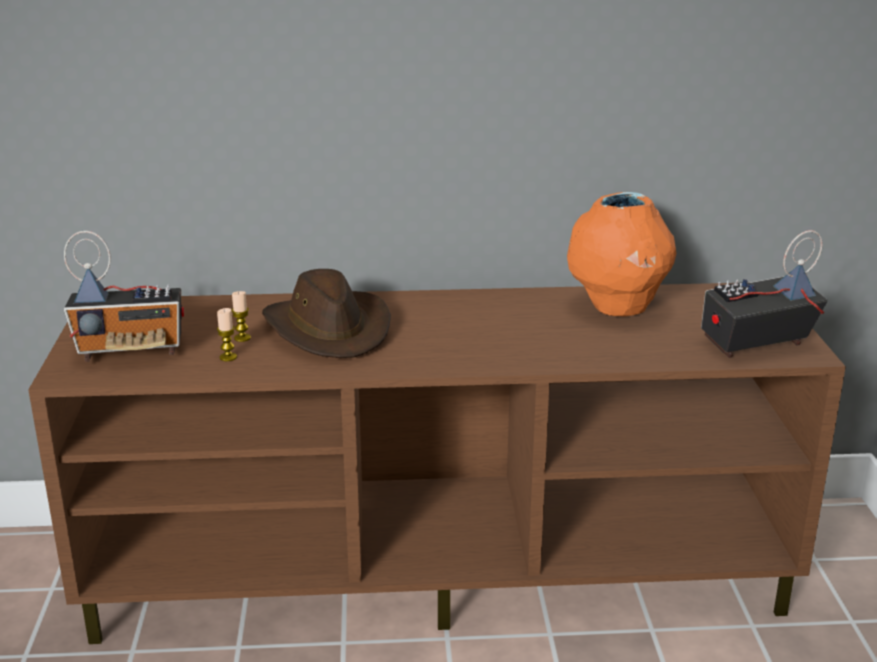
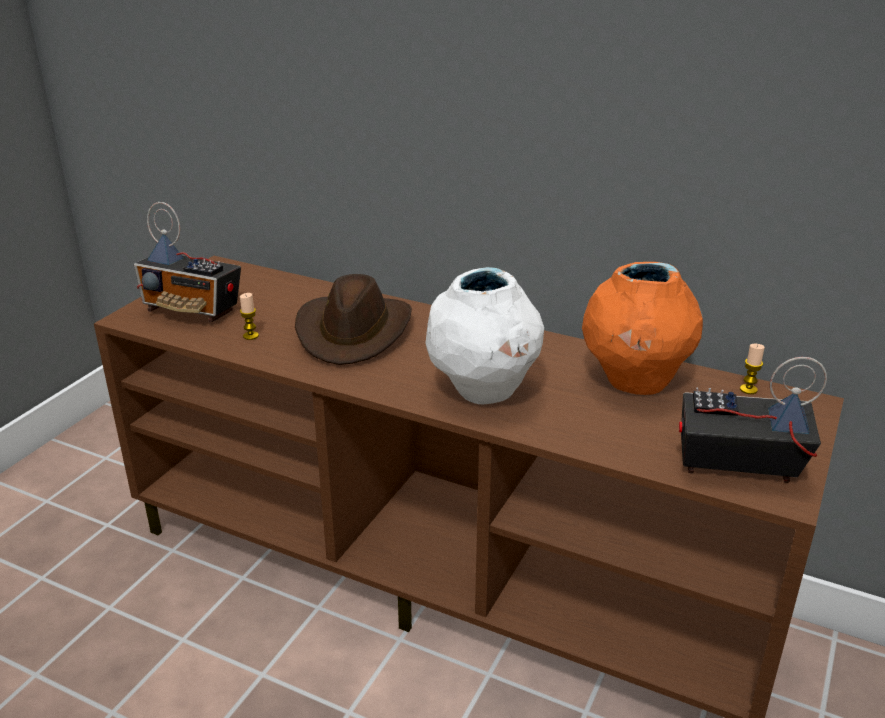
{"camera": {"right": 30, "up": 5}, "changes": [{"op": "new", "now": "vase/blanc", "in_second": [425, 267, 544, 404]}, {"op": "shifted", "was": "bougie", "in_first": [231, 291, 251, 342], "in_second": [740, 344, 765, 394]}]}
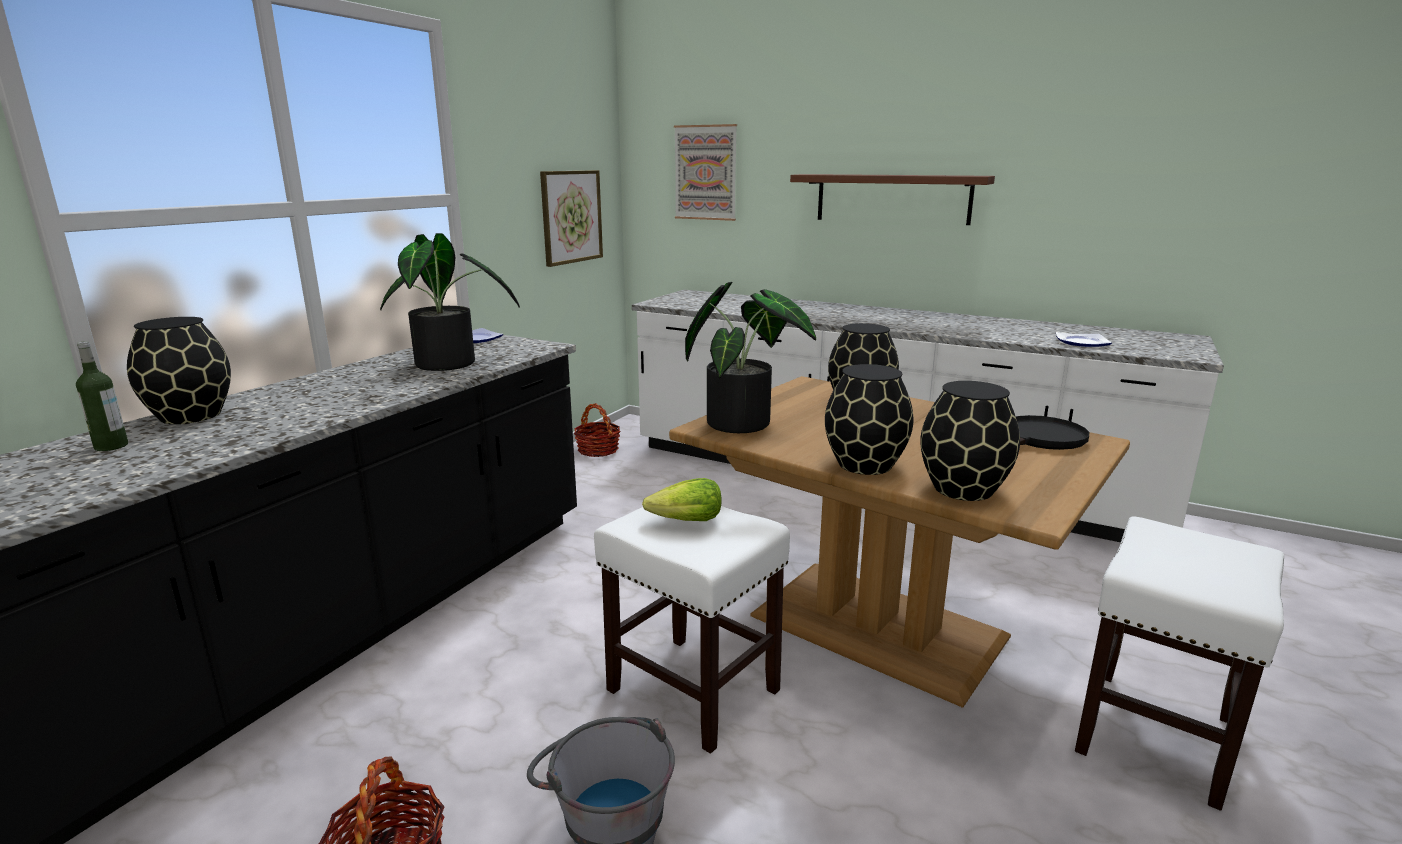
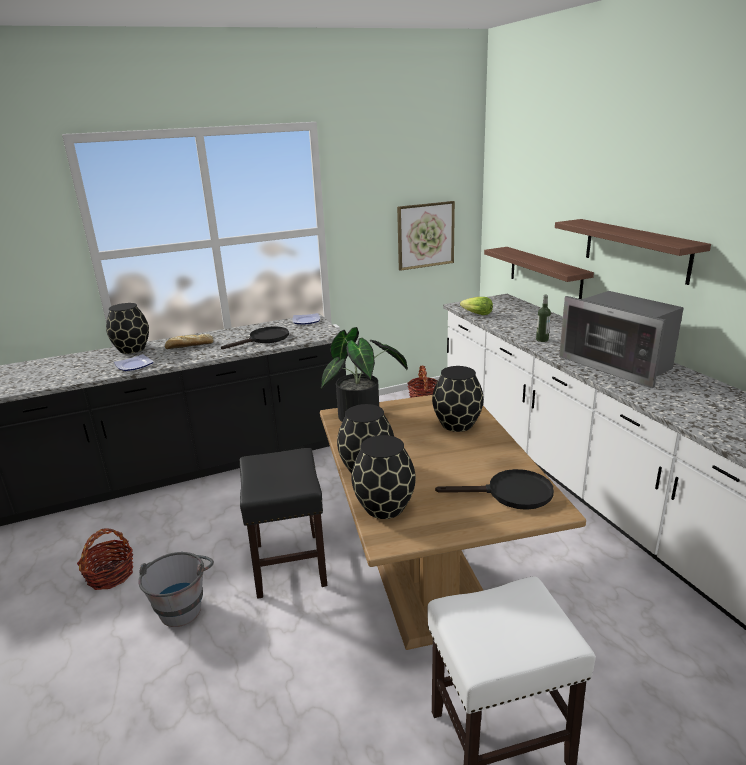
{"camera": {"right": 40, "up": 5}, "changes": [{"op": "shifted", "was": "assiette", "in_first": [1056, 332, 1112, 347], "in_second": [114, 354, 153, 371]}, {"op": "new", "now": "pain", "in_second": [165, 334, 214, 349]}, {"op": "swapped", "was": "plante en pot", "now": "poêle/noir", "in_first": [380, 233, 520, 371], "in_second": [221, 327, 289, 349]}, {"op": "repainted", "was": "tabouret/blanc", "now": "tabouret/noir", "in_first": [594, 506, 790, 754], "in_second": [240, 448, 327, 599]}, {"op": "shifted", "was": "laitue", "in_first": [642, 478, 722, 521], "in_second": [460, 297, 493, 315]}, {"op": "new", "now": "étagère", "in_second": [484, 247, 594, 299]}, {"op": "shifted", "was": "bouteille", "in_first": [76, 341, 128, 451], "in_second": [536, 295, 551, 342]}, {"op": "new", "now": "micro-ondes", "in_second": [559, 291, 684, 388]}, {"op": "gone", "was": "tableau", "in_first": [674, 124, 737, 221]}]}
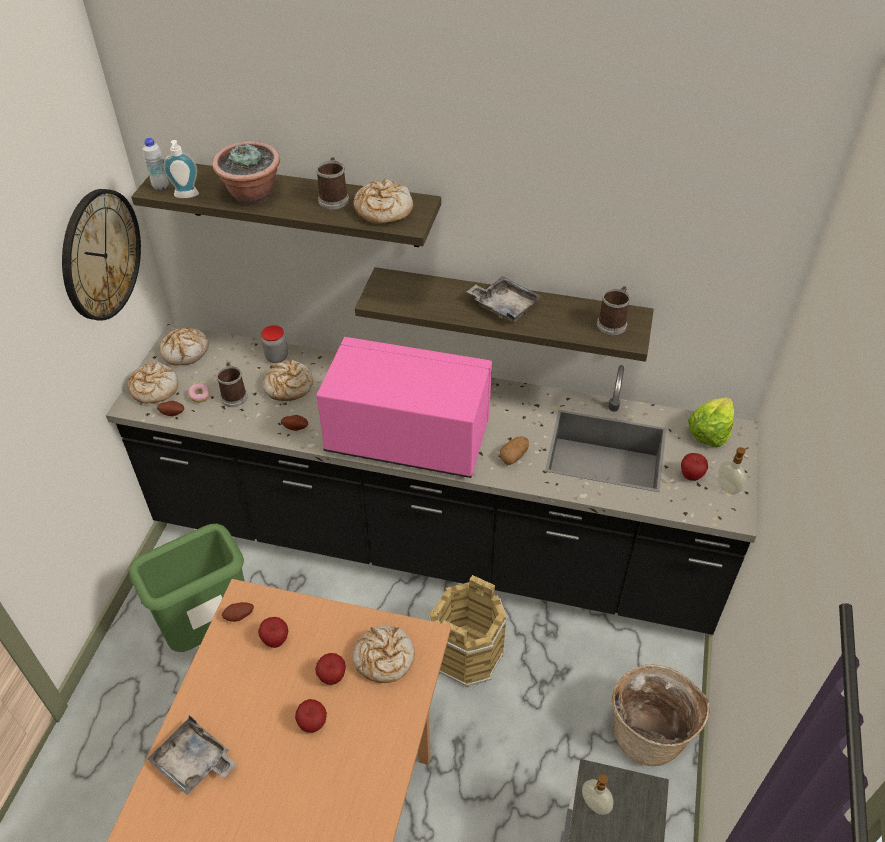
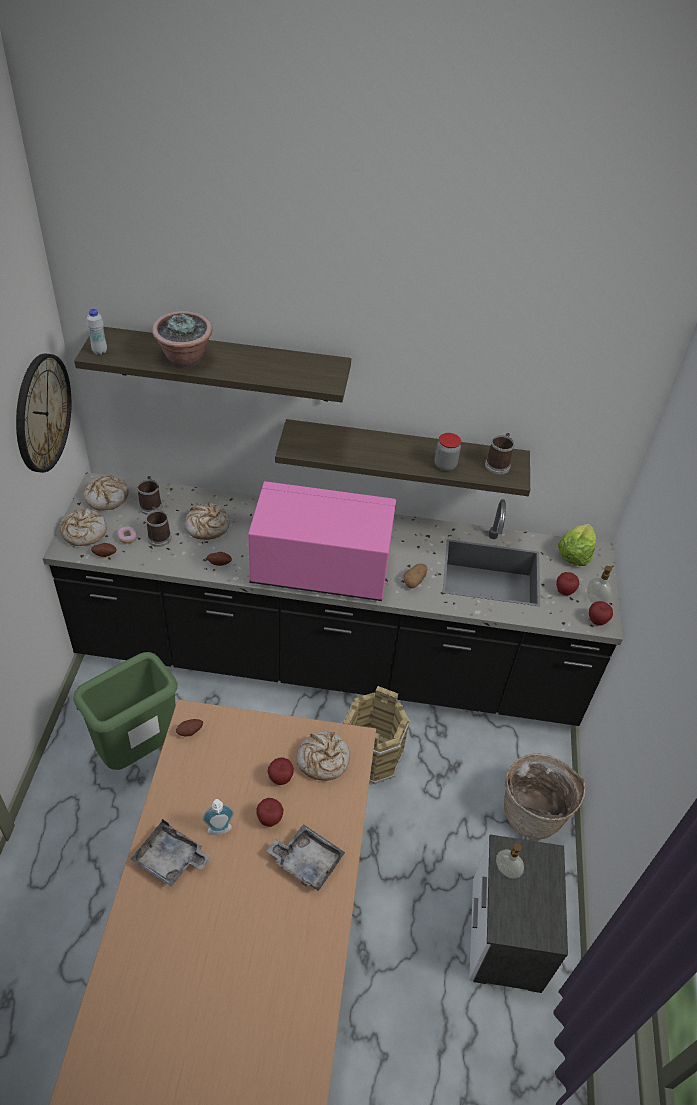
{"camera": {"right": -10, "up": 0}, "changes": [{"op": "shifted", "was": "mug", "in_first": [316, 157, 349, 209], "in_second": [137, 476, 163, 515]}, {"op": "shifted", "was": "distributeur de savon", "in_first": [163, 140, 199, 198], "in_second": [202, 799, 234, 835]}, {"op": "shifted", "was": "plateau/gris", "in_first": [467, 276, 542, 323], "in_second": [267, 824, 345, 891]}, {"op": "shifted", "was": "bocal", "in_first": [261, 325, 288, 363], "in_second": [435, 433, 461, 471]}, {"op": "shifted", "was": "pomme", "in_first": [258, 617, 288, 648], "in_second": [589, 601, 613, 626]}, {"op": "gone", "was": "pain", "in_first": [353, 178, 413, 224]}]}
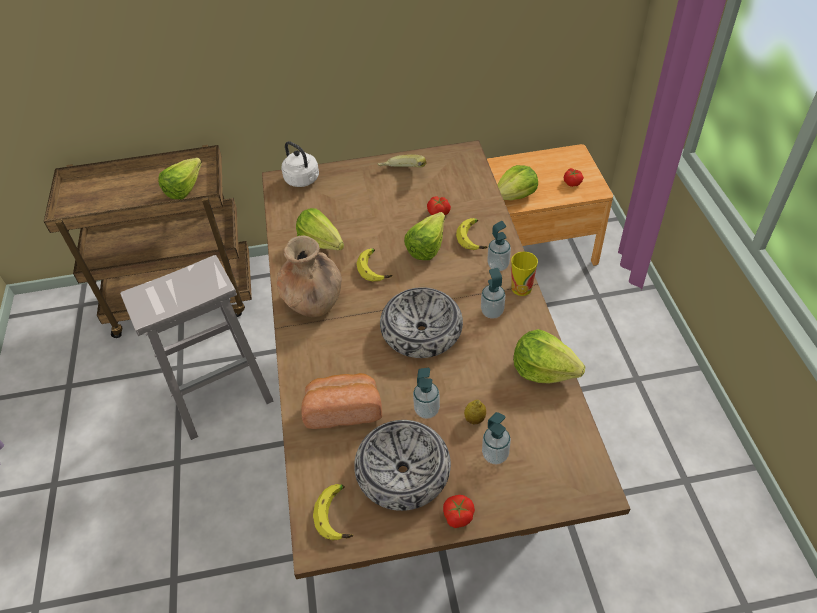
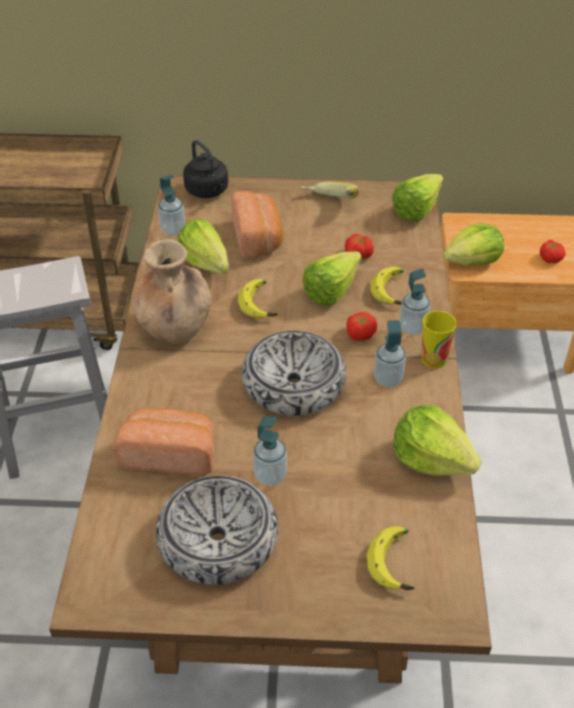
{"camera": {"right": 10, "up": -5}, "changes": [{"op": "shifted", "was": "distributeur de savon", "in_first": [482, 412, 511, 465], "in_second": [158, 175, 185, 235]}, {"op": "repainted", "was": "bouilloire/blanc", "now": "bouilloire/noir", "in_first": [282, 141, 319, 187], "in_second": [183, 140, 228, 198]}, {"op": "new", "now": "pain", "in_second": [231, 191, 283, 259]}, {"op": "shifted", "was": "tomate", "in_first": [443, 495, 475, 528], "in_second": [346, 312, 377, 341]}, {"op": "shifted", "was": "banane", "in_first": [313, 484, 353, 540], "in_second": [367, 526, 415, 590]}, {"op": "shifted", "was": "laitue", "in_first": [158, 158, 202, 199], "in_second": [392, 174, 443, 222]}, {"op": "gone", "was": "citron", "in_first": [464, 400, 486, 425]}]}
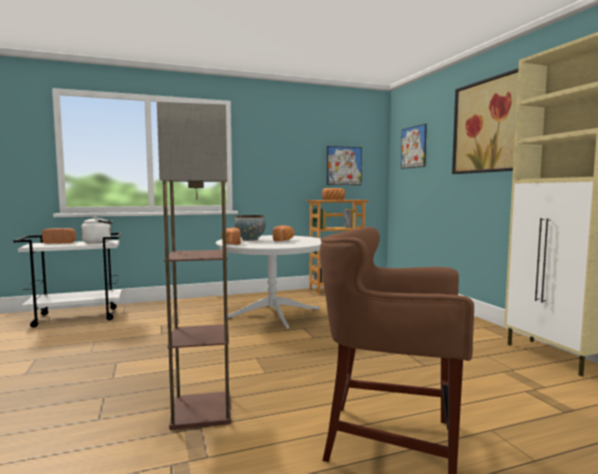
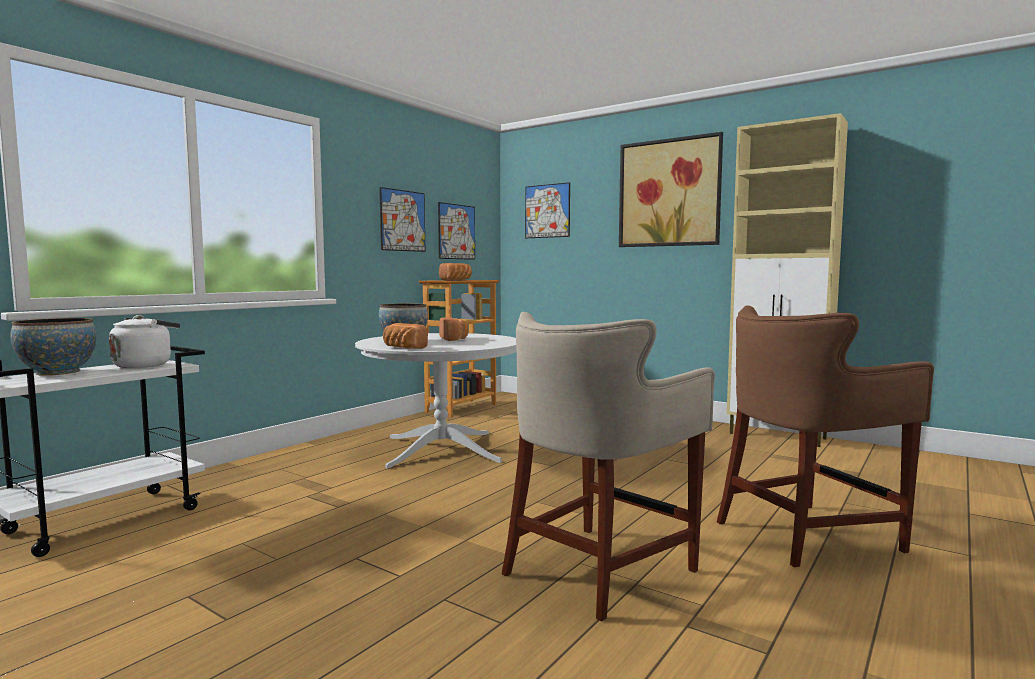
{"camera": {"right": -35, "up": 0}, "changes": [{"op": "swapped", "was": "pain", "now": "bol", "in_first": [42, 228, 76, 244], "in_second": [10, 318, 96, 376]}, {"op": "new", "now": "tableau", "in_second": [379, 187, 425, 252]}, {"op": "swapped", "was": "lampadaire", "now": "tabouret/beige", "in_first": [157, 102, 231, 430], "in_second": [502, 312, 715, 621]}]}
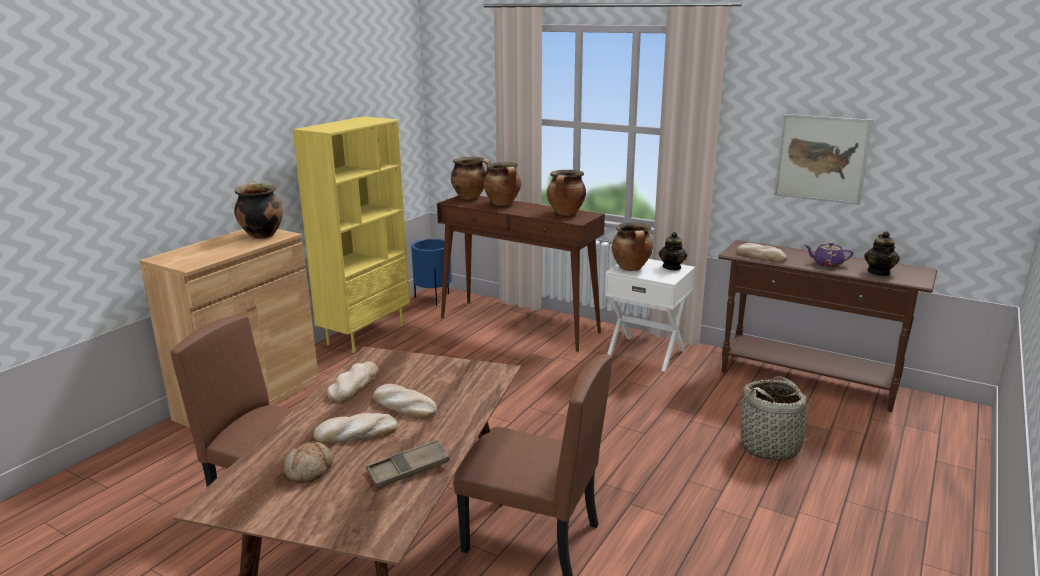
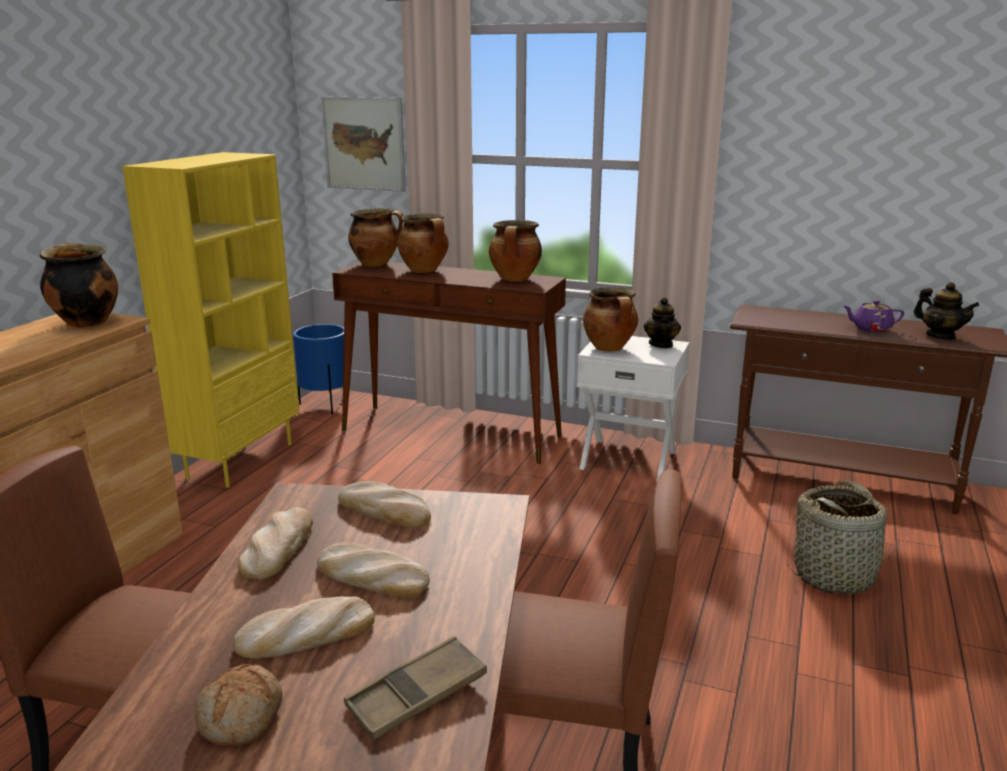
{"camera": {"right": -10, "up": 0}, "changes": [{"op": "shifted", "was": "tableau", "in_first": [774, 114, 873, 205], "in_second": [321, 96, 406, 192]}, {"op": "shifted", "was": "pain", "in_first": [736, 243, 787, 262], "in_second": [338, 481, 431, 528]}, {"op": "rotated", "was": "théière", "in_first": [864, 231, 900, 276], "in_second": [914, 282, 979, 340], "clockwise": -45}]}
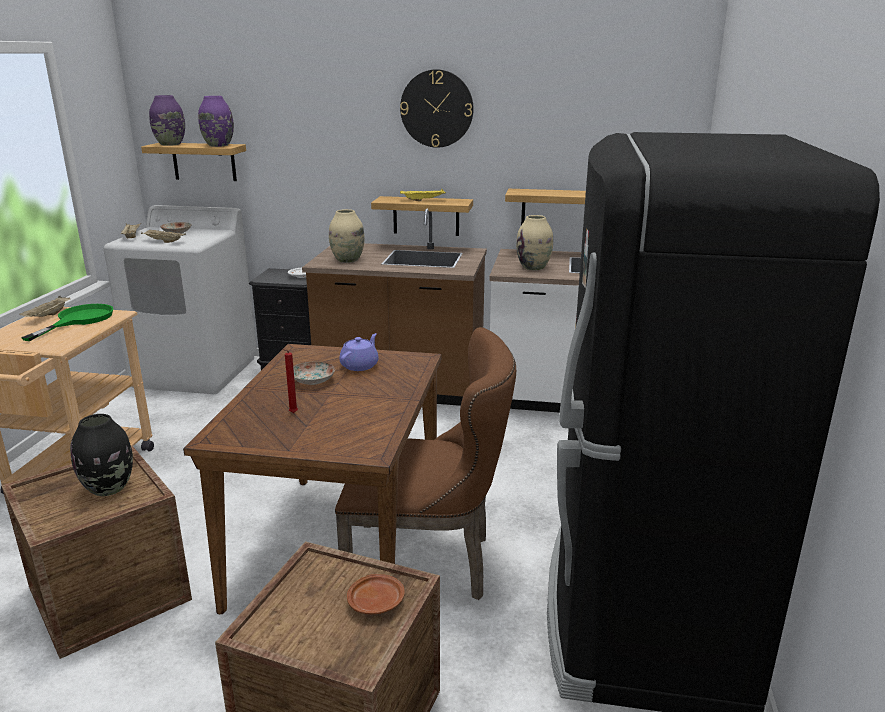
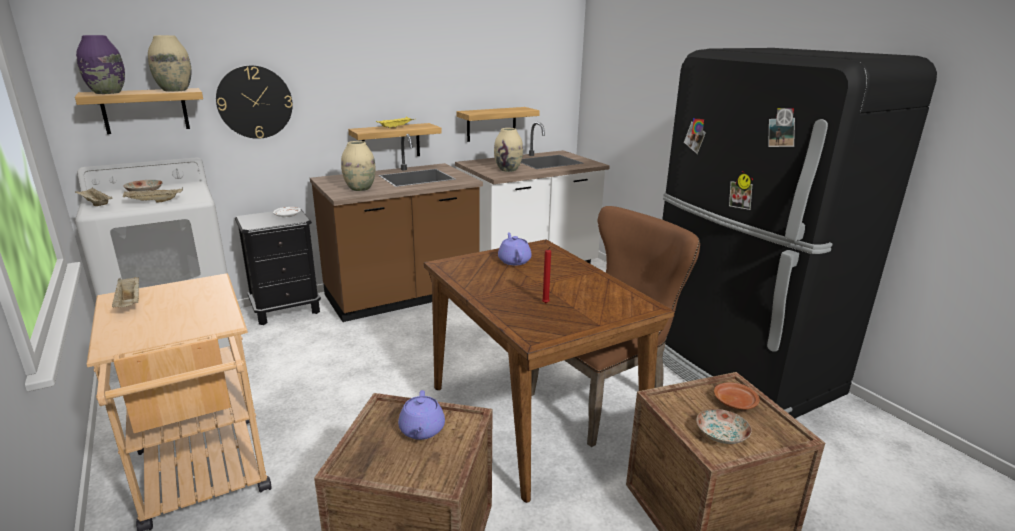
{"camera": {"right": -40, "up": 0}, "changes": [{"op": "repainted", "was": "vase/violet", "now": "vase/beige", "in_first": [198, 96, 234, 147], "in_second": [148, 35, 191, 92]}, {"op": "shifted", "was": "horloge murale", "in_first": [400, 69, 474, 148], "in_second": [216, 65, 293, 139]}, {"op": "swapped", "was": "vase/noir", "now": "théière/violet", "in_first": [70, 414, 133, 496], "in_second": [398, 390, 445, 440]}, {"op": "shifted", "was": "assiette", "in_first": [293, 362, 335, 385], "in_second": [696, 409, 752, 444]}, {"op": "gone", "was": "poêle/vert", "in_first": [21, 304, 113, 341]}]}
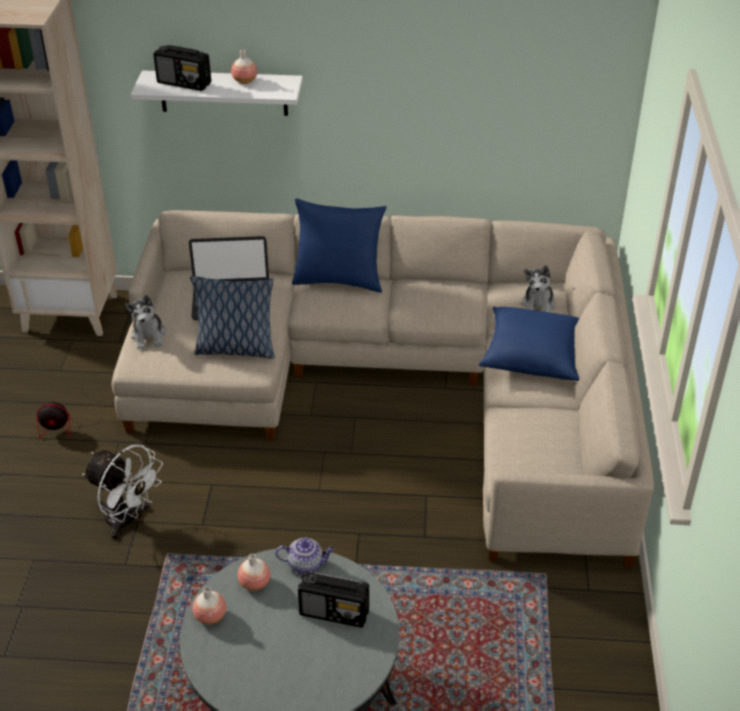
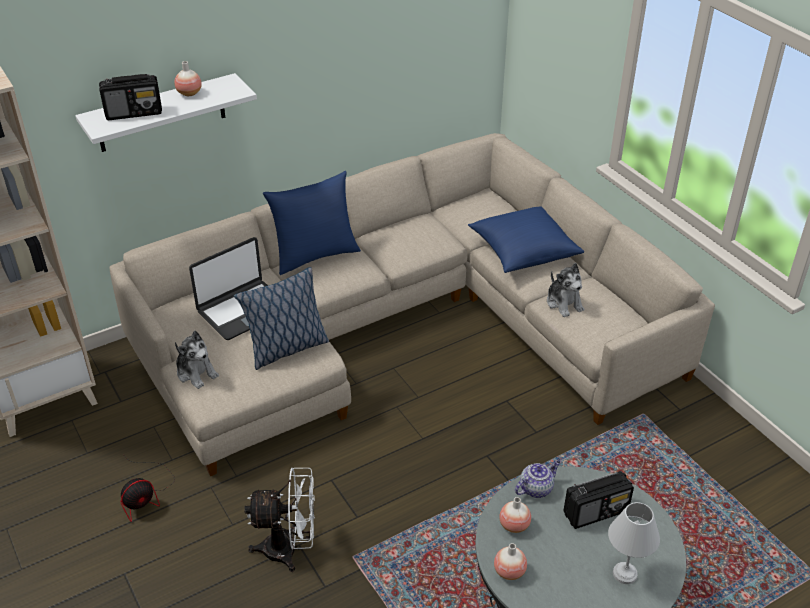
{"camera": {"right": -35, "up": 0}, "changes": [{"op": "shifted", "was": "peluche", "in_first": [521, 265, 556, 313], "in_second": [547, 263, 584, 317]}, {"op": "new", "now": "lampe de table/blanc", "in_second": [608, 502, 660, 584]}]}
